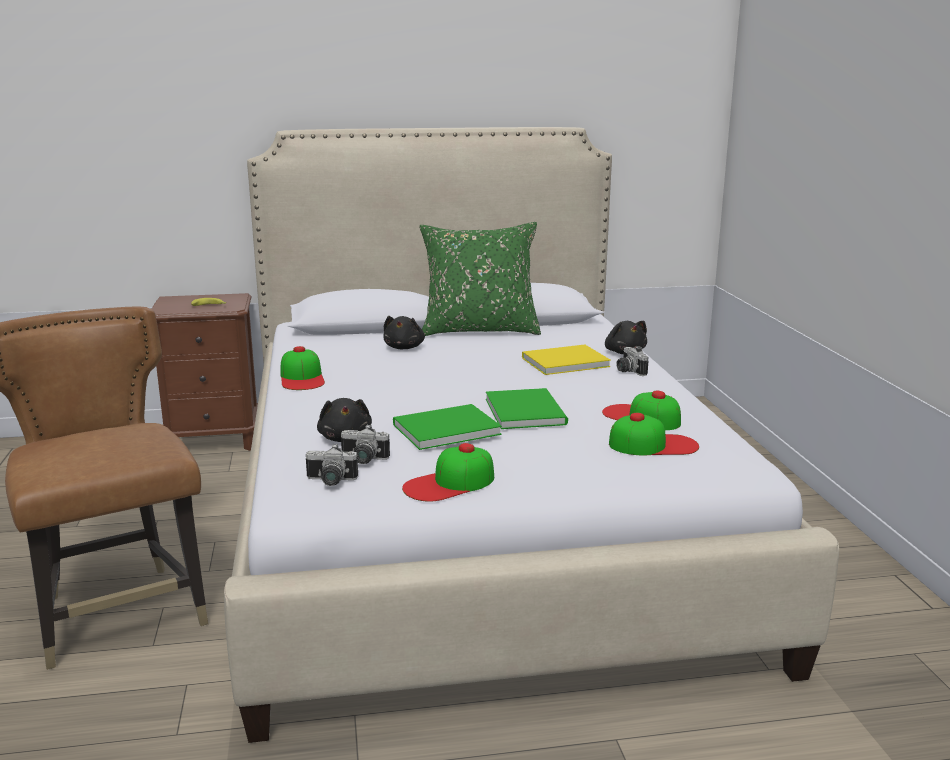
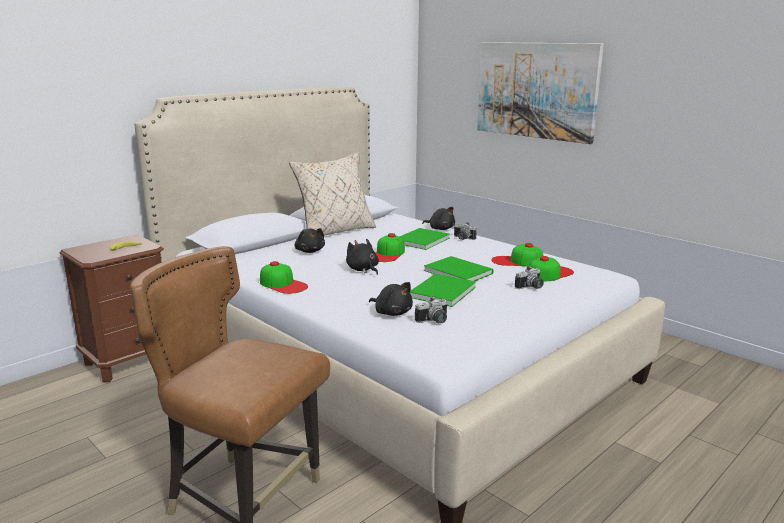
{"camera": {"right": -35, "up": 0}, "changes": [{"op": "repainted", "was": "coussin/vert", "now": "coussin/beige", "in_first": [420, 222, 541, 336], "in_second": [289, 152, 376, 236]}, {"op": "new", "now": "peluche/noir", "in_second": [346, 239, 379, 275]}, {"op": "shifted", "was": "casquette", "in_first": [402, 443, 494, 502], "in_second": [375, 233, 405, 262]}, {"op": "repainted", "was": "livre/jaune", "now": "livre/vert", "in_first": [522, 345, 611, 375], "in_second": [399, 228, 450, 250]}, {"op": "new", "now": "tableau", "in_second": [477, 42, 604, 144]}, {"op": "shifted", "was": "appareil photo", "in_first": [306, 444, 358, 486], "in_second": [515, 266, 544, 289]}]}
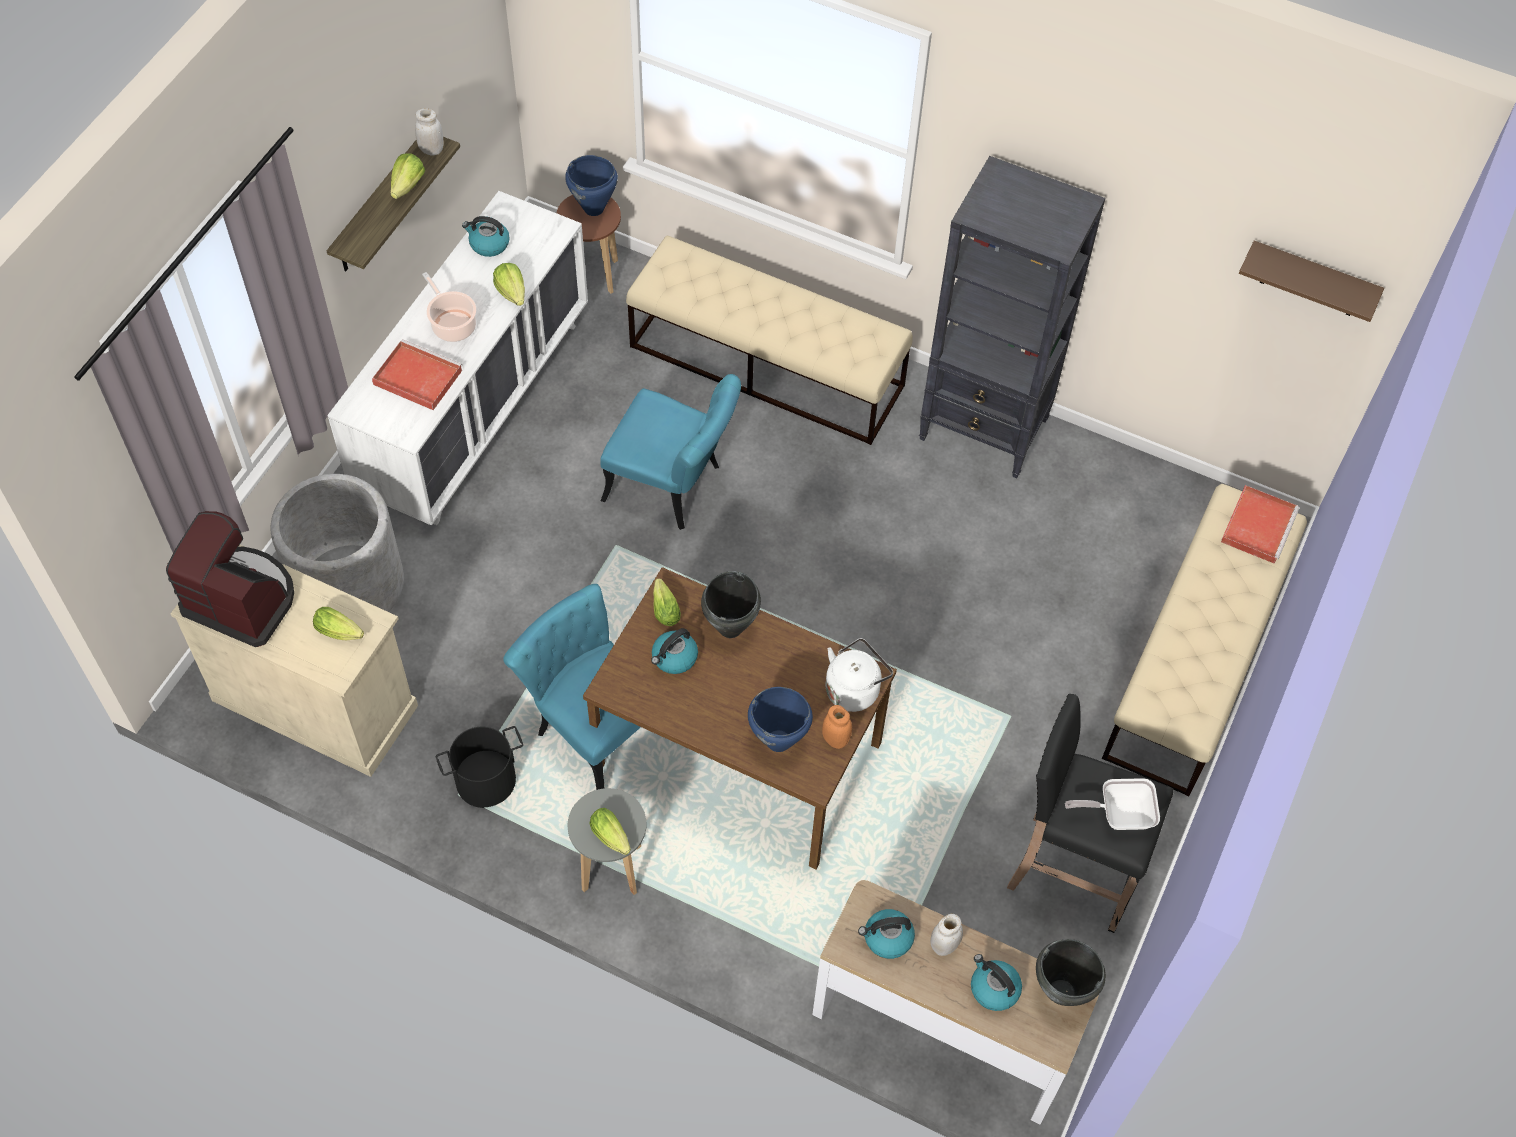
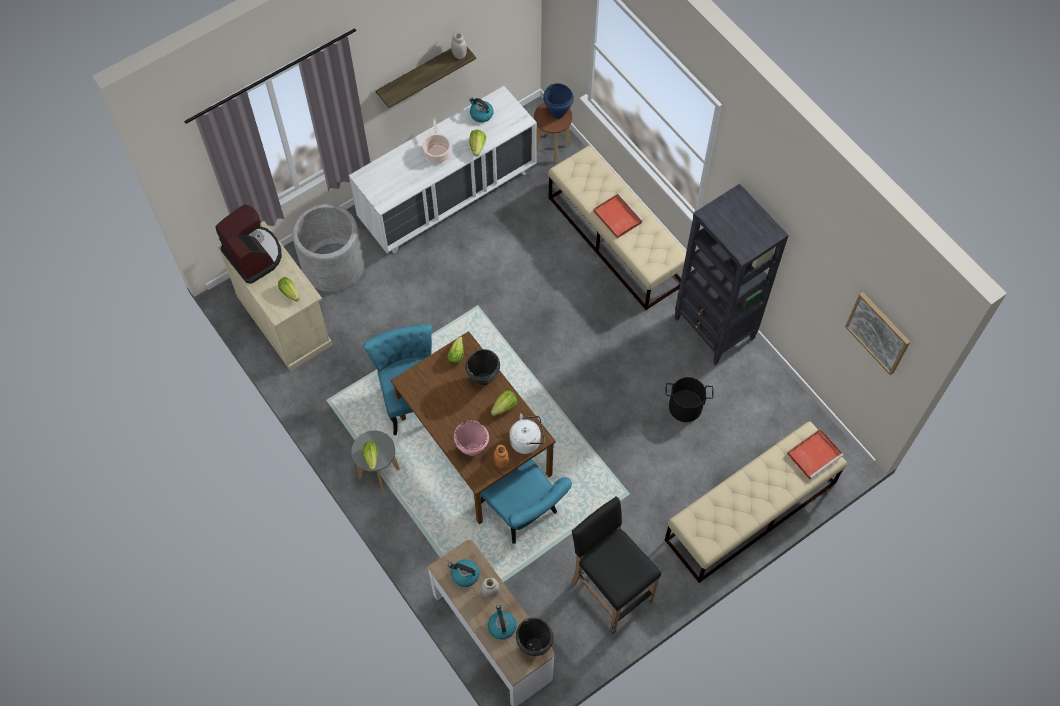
{"camera": {"right": 30, "up": 5}, "changes": [{"op": "repainted", "was": "marmite/bleu", "now": "marmite/rose", "in_first": [748, 687, 813, 752], "in_second": [454, 420, 489, 456]}, {"op": "shifted", "was": "chaise/turquoise", "in_first": [601, 374, 741, 530], "in_second": [480, 459, 572, 544]}, {"op": "shifted", "was": "laitue", "in_first": [390, 153, 425, 199], "in_second": [491, 390, 517, 416]}, {"op": "shifted", "was": "plateau/rouge", "in_first": [372, 339, 462, 410], "in_second": [593, 193, 643, 238]}, {"op": "shifted", "was": "seau/noir", "in_first": [436, 726, 523, 808], "in_second": [666, 377, 714, 422]}, {"op": "swapped", "was": "étagère/marron", "now": "tableau", "in_first": [1239, 240, 1384, 322], "in_second": [845, 292, 910, 375]}, {"op": "gone", "was": "bouilloire", "in_first": [651, 628, 698, 674]}, {"op": "gone", "was": "poêle", "in_first": [1065, 778, 1160, 830]}]}
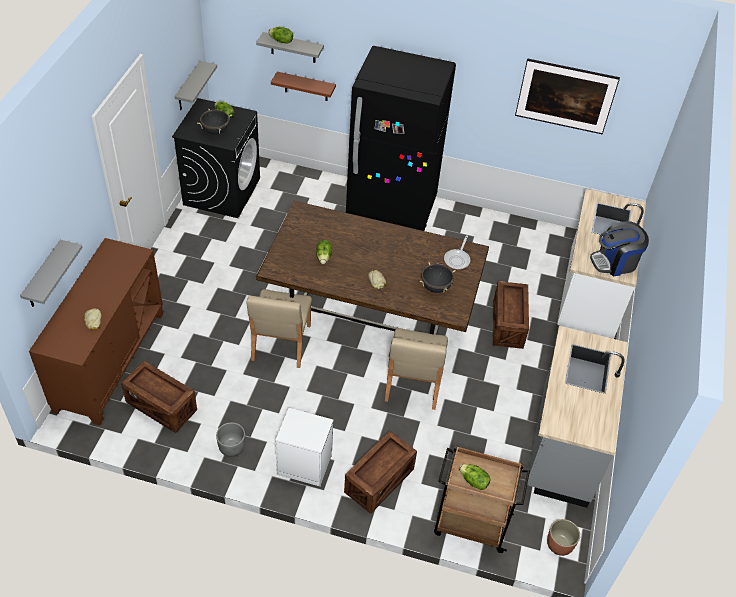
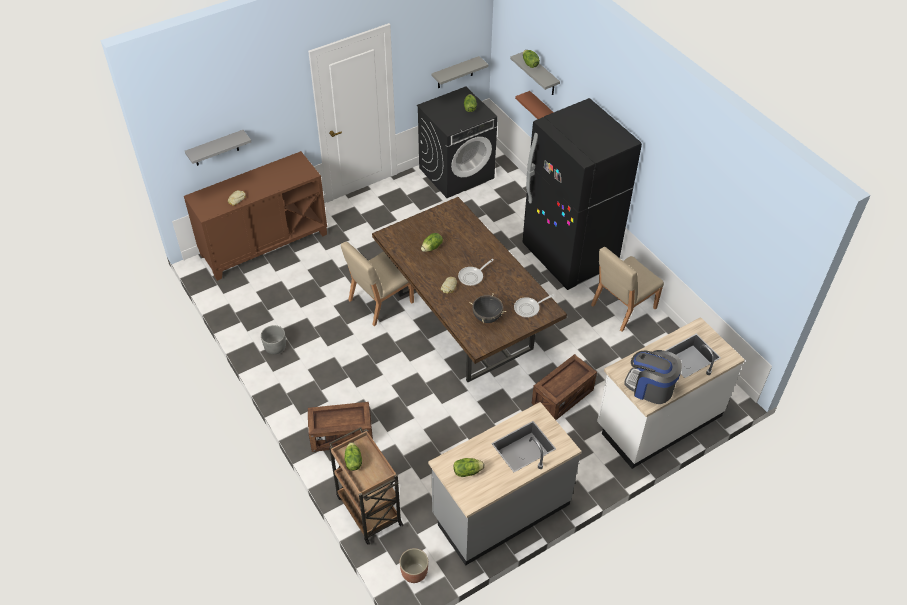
{"camera": {"right": 45, "up": 0}, "changes": [{"op": "new", "now": "laitue", "in_second": [453, 458, 485, 477]}, {"op": "new", "now": "poêle", "in_second": [458, 259, 494, 286]}, {"op": "shifted", "was": "chaise/beige", "in_first": [385, 328, 448, 410], "in_second": [591, 247, 664, 332]}, {"op": "gone", "was": "caisse", "in_first": [121, 361, 197, 433]}, {"op": "gone", "was": "marmite/noir", "in_first": [197, 109, 232, 135]}, {"op": "gone", "was": "table de chevet/blanc", "in_first": [275, 408, 333, 487]}, {"op": "gone", "was": "tableau", "in_first": [515, 58, 620, 135]}]}
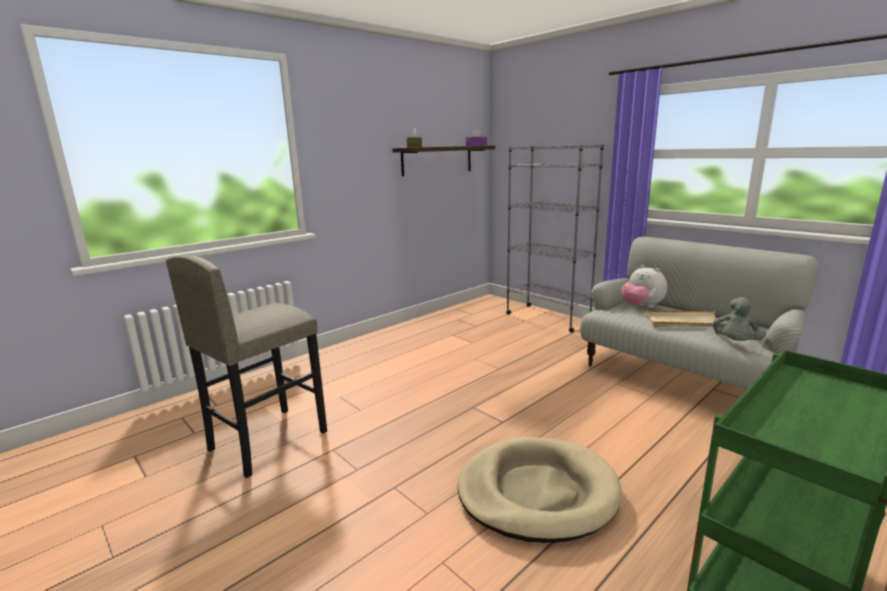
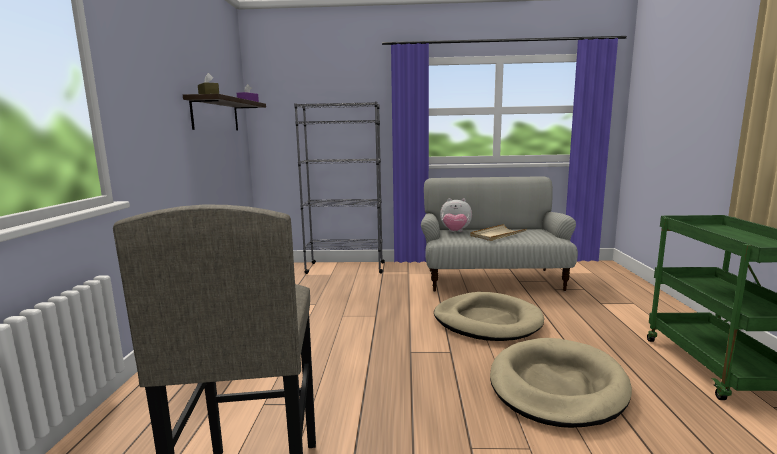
{"camera": {"right": -45, "up": -5}, "changes": [{"op": "new", "now": "panier pour chien/beige", "in_second": [434, 292, 544, 341]}, {"op": "gone", "was": "peluche/gris", "in_first": [713, 297, 766, 341]}]}
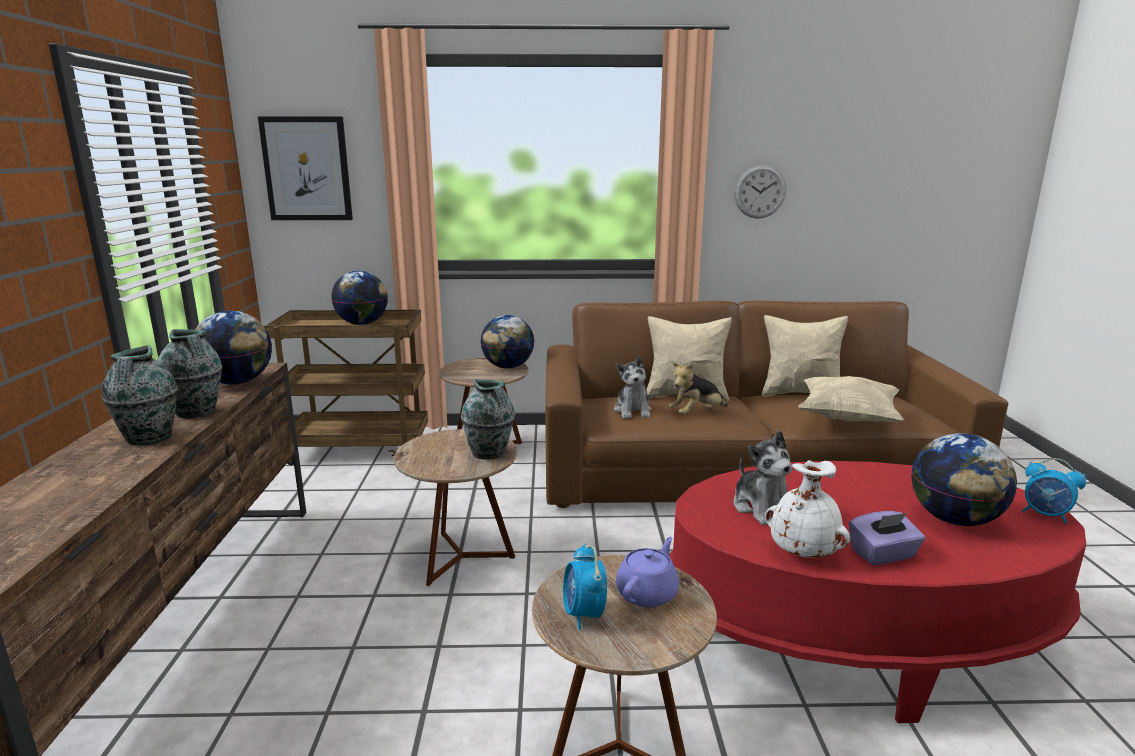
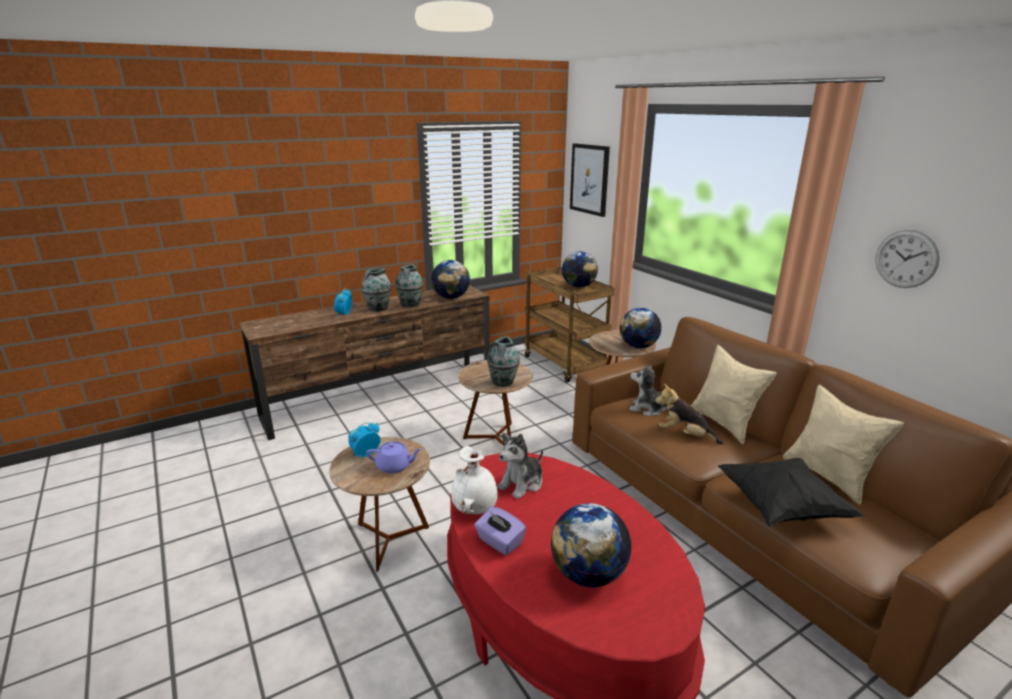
{"camera": {"right": 60, "up": 5}, "changes": [{"op": "shifted", "was": "réveil", "in_first": [1022, 458, 1086, 524], "in_second": [334, 288, 352, 317]}, {"op": "rotated", "was": "peluche", "in_first": [614, 355, 651, 419], "in_second": [629, 365, 667, 416], "clockwise": 60}, {"op": "repainted", "was": "coussin/beige", "now": "coussin/noir", "in_first": [798, 376, 904, 422], "in_second": [718, 458, 865, 526]}]}
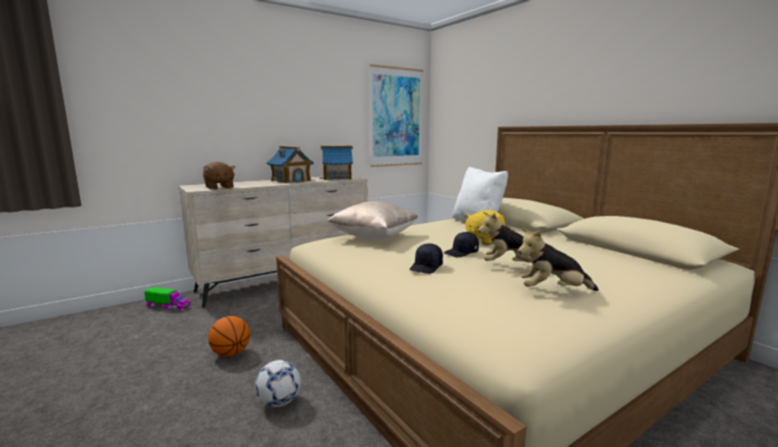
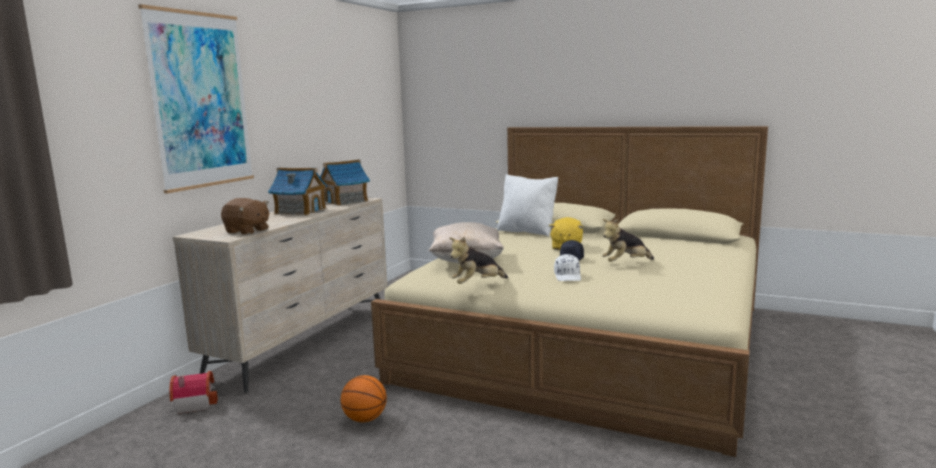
{"camera": {"right": -30, "up": 0}, "changes": [{"op": "shifted", "was": "tableau", "in_first": [369, 64, 423, 167], "in_second": [138, 4, 254, 194]}, {"op": "swapped", "was": "camion jouet", "now": "maison miniature", "in_first": [144, 287, 191, 311], "in_second": [169, 371, 218, 414]}, {"op": "shifted", "was": "peluche", "in_first": [518, 228, 599, 291], "in_second": [449, 237, 508, 284]}, {"op": "repainted", "was": "casquette/noir", "now": "casquette/blanc", "in_first": [410, 243, 443, 274], "in_second": [554, 254, 581, 281]}, {"op": "gone", "was": "ballon de foot", "in_first": [255, 360, 301, 407]}]}
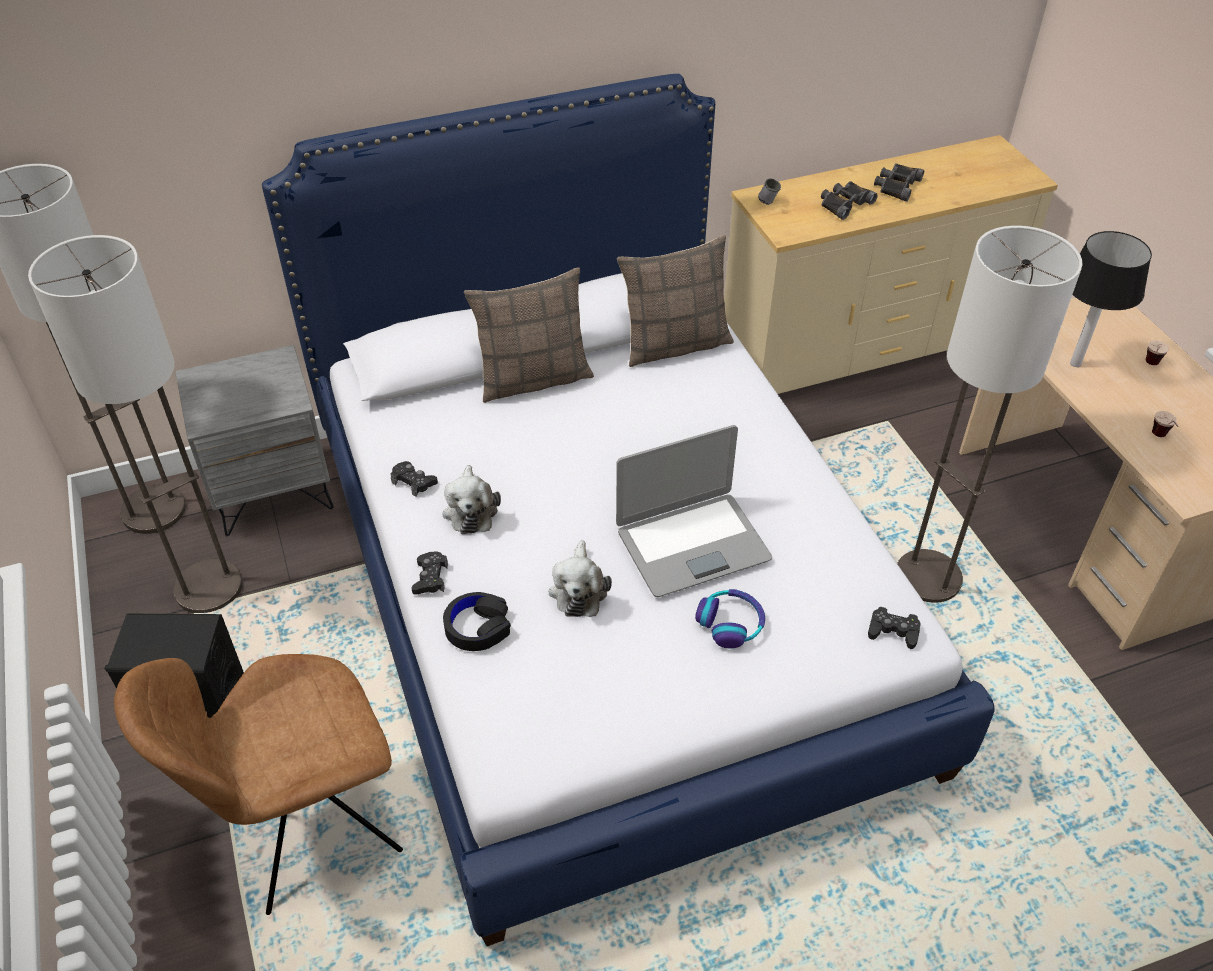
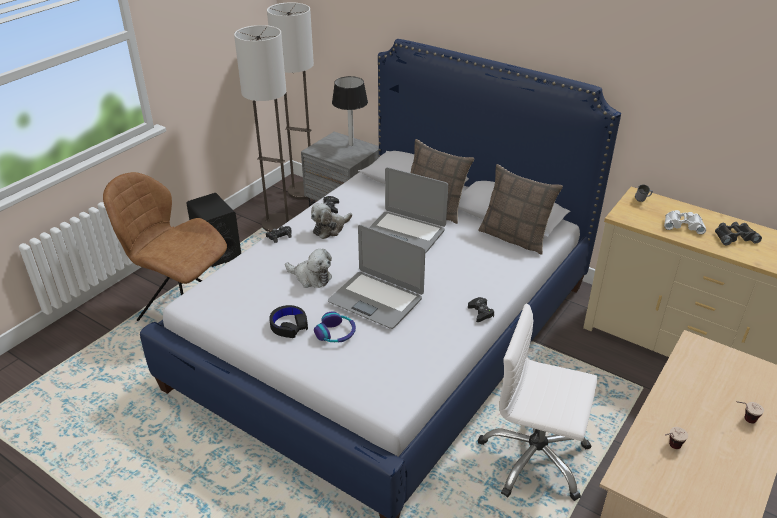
{"camera": {"right": 55, "up": -10}, "changes": [{"op": "shifted", "was": "casque audio/noir", "in_first": [443, 592, 511, 651], "in_second": [269, 305, 308, 338]}, {"op": "rotated", "was": "peluche", "in_first": [549, 540, 612, 617], "in_second": [285, 249, 332, 288], "clockwise": -120}, {"op": "shifted", "was": "lampe de table", "in_first": [1070, 231, 1152, 367], "in_second": [332, 76, 368, 146]}, {"op": "new", "now": "ordinateur portable", "in_second": [369, 167, 448, 253]}, {"op": "shifted", "was": "manette/noir", "in_first": [868, 607, 921, 649], "in_second": [468, 297, 494, 322]}, {"op": "swapped", "was": "lampadaire", "now": "chaise de bureau/blanc", "in_first": [897, 226, 1082, 603], "in_second": [478, 304, 598, 501]}, {"op": "repainted", "was": "jumelles/noir", "now": "jumelles/blanc", "in_first": [821, 181, 878, 220], "in_second": [664, 210, 706, 234]}]}
